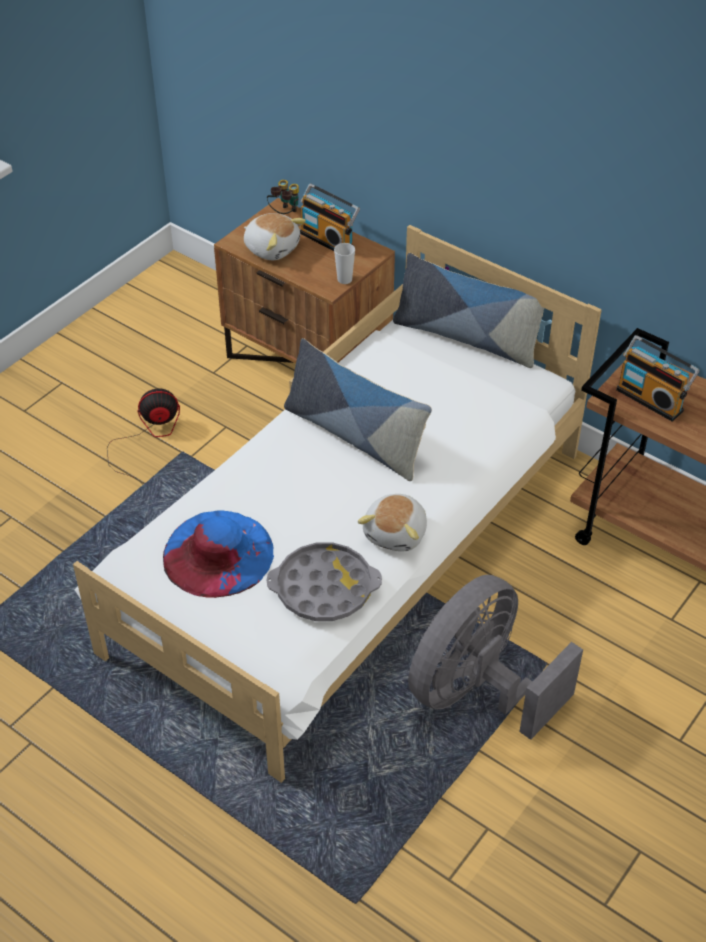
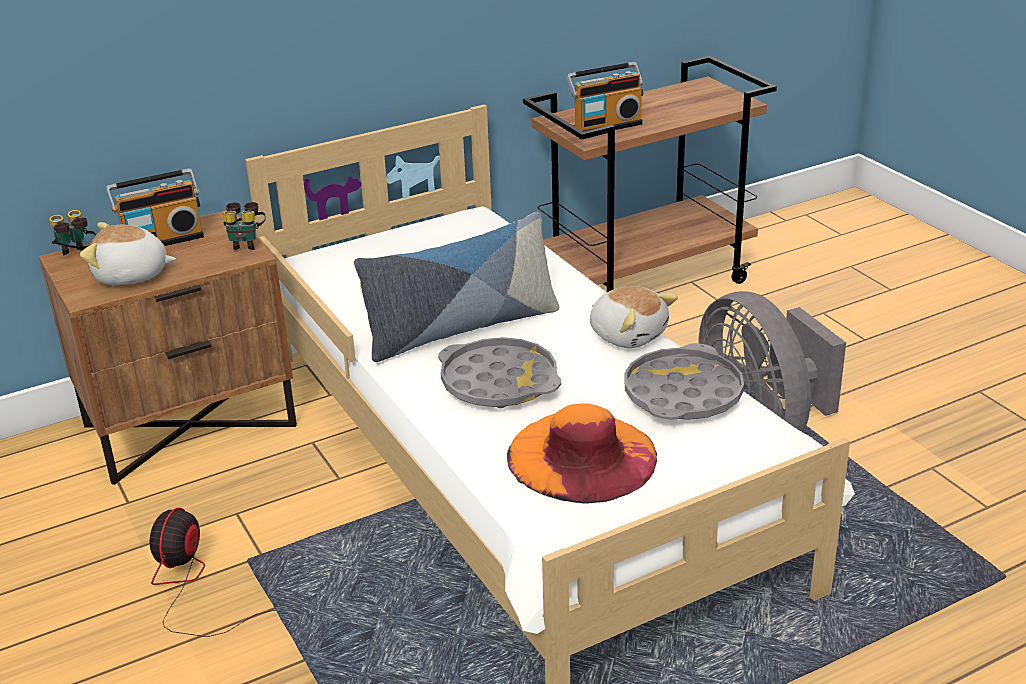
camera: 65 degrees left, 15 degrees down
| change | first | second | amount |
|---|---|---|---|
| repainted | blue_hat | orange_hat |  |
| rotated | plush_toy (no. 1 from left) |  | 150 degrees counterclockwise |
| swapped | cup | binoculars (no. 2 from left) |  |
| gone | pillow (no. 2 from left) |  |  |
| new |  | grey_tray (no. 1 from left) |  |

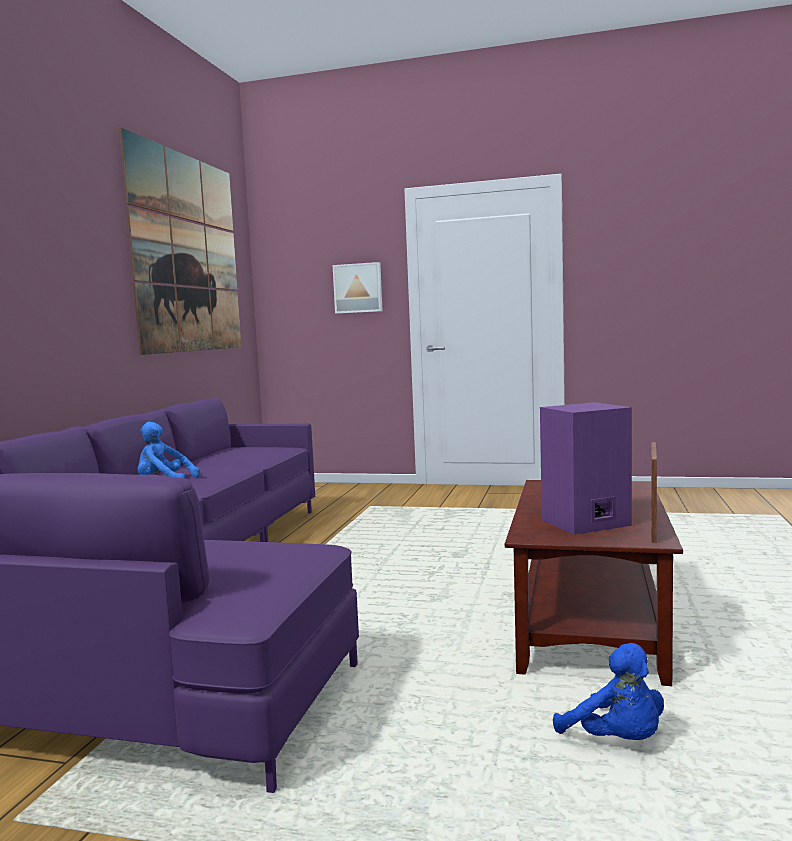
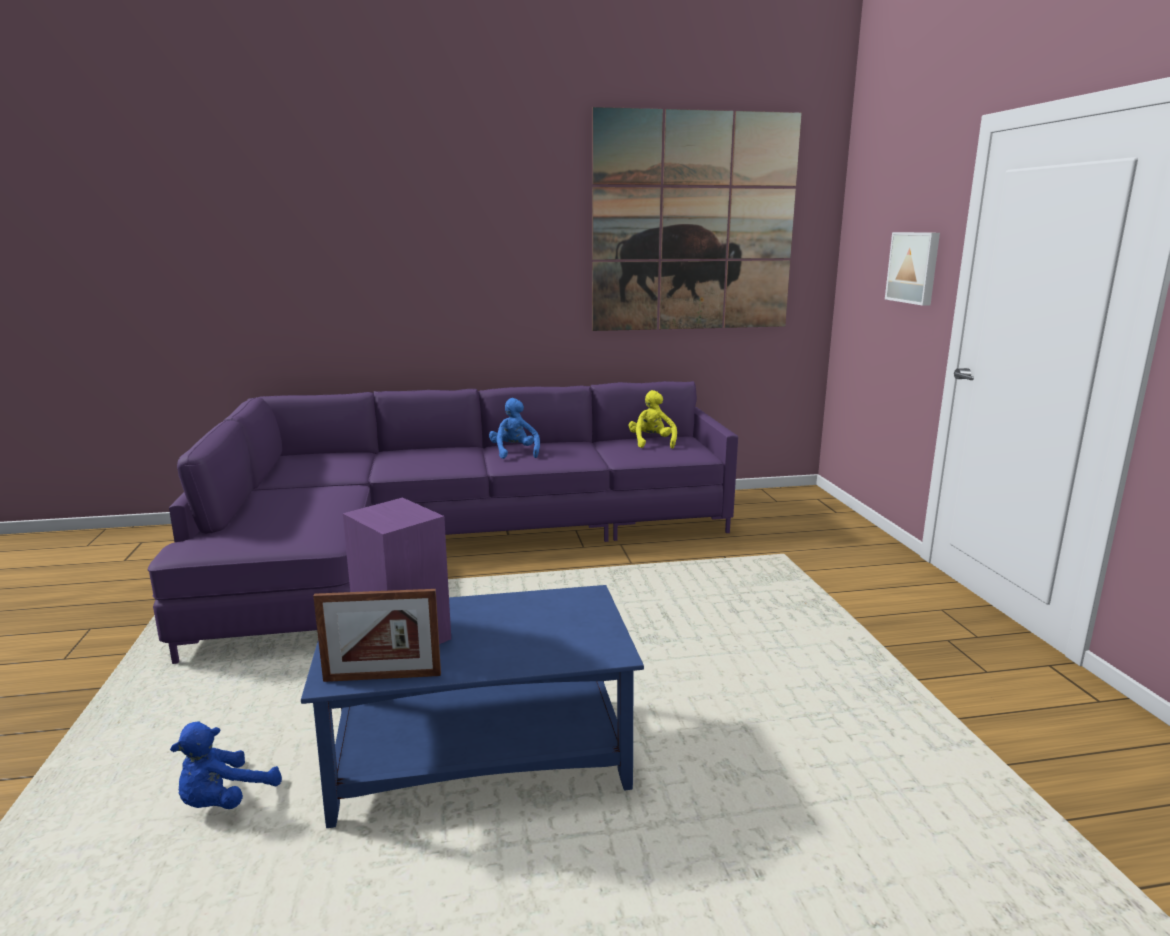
camera: 65 degrees right, 10 degrees up
| change | first | second | amount |
|---|---|---|---|
| repainted | brown_coffee_table | blue_coffee_table |  |
| new |  | yellow_plush_toy |  |

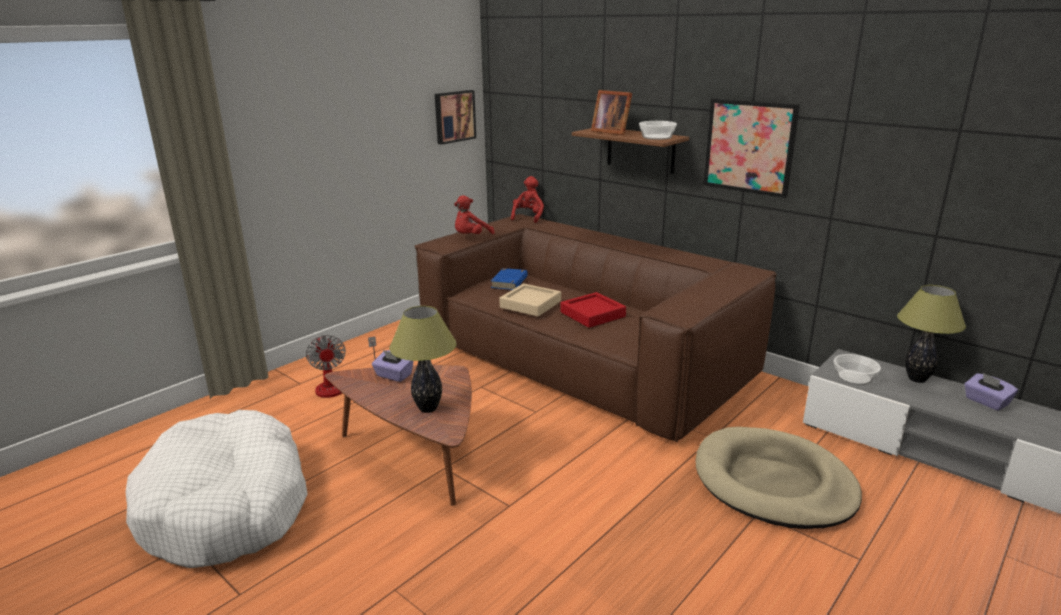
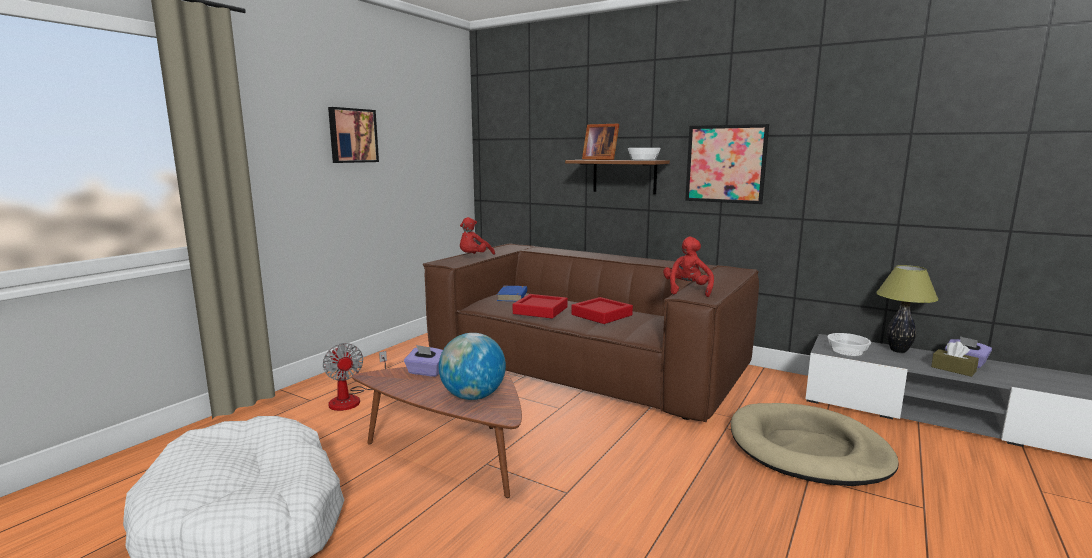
camera: 10 degrees left, 10 degrees down
| change | first | second | amount |
|---|---|---|---|
| swapped | table_lamp (no. 1 from left) | globe |  |
| shifted | picture (no. 1 from left) |  |  |
| repainted | beige_tray | red_tray (no. 1 from left) |  |
| shifted | red_plush_toy (no. 2 from left) |  |  |
| new |  | brown_tissue_box |  |

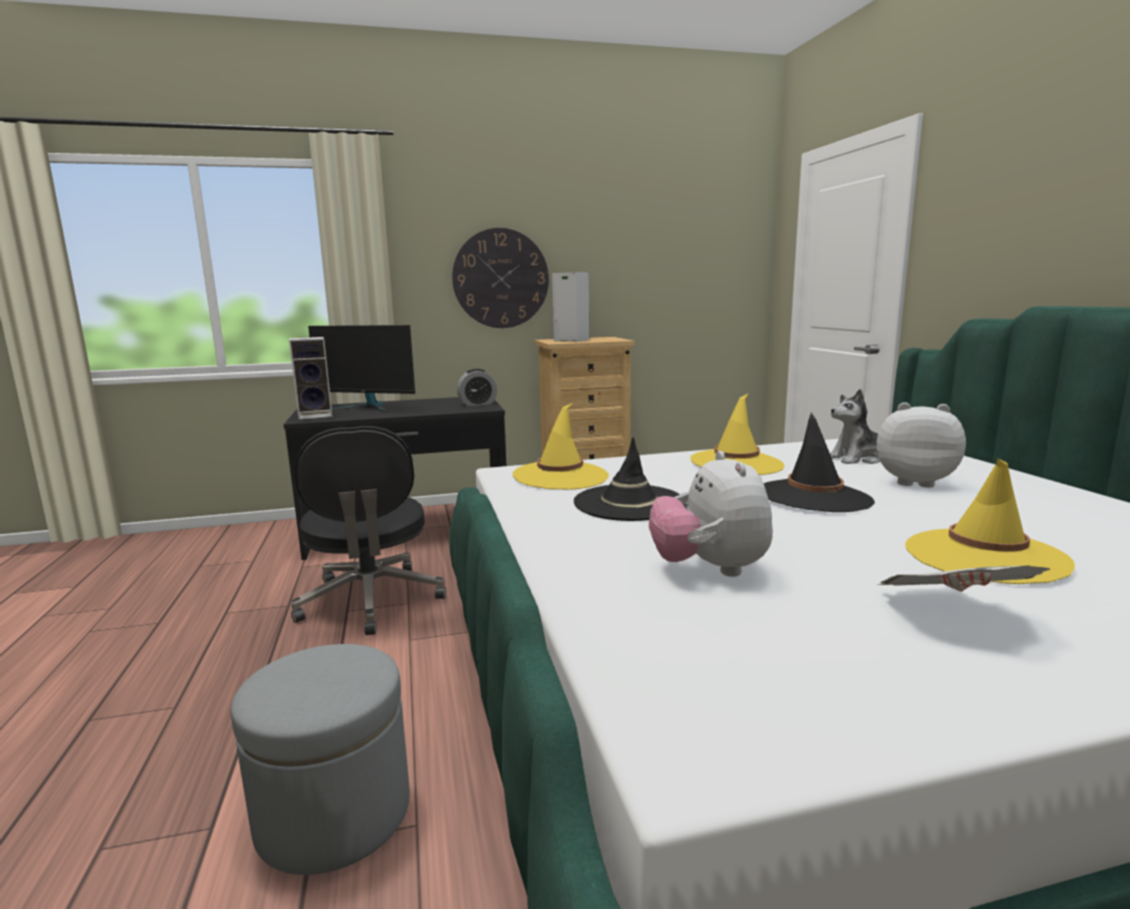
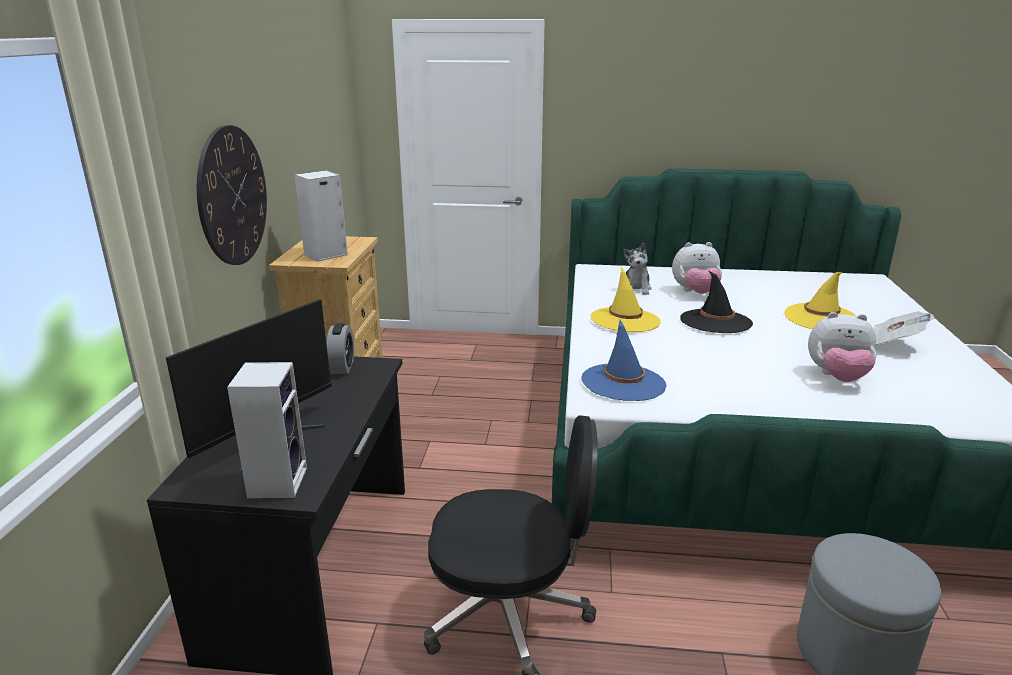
camera: 70 degrees left, 10 degrees up
| change | first | second | amount |
|---|---|---|---|
| repainted | yellow_hat (no. 1 from left) | blue_hat |  |
| gone | black_hat (no. 1 from left) |  |  |
| rotated | plush_toy (no. 3 from left in the first image) | plush_toy (no. 2 from left) | 135 degrees counterclockwise |

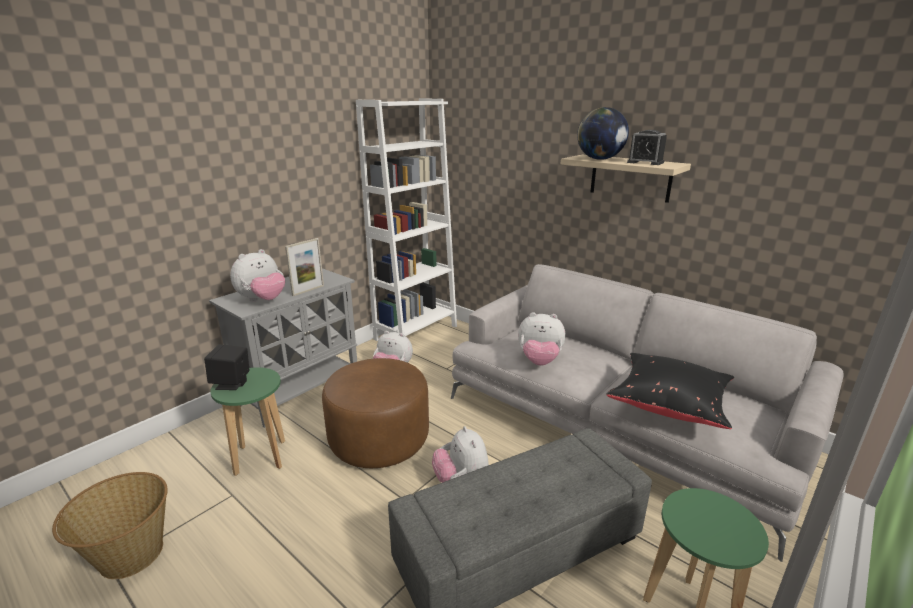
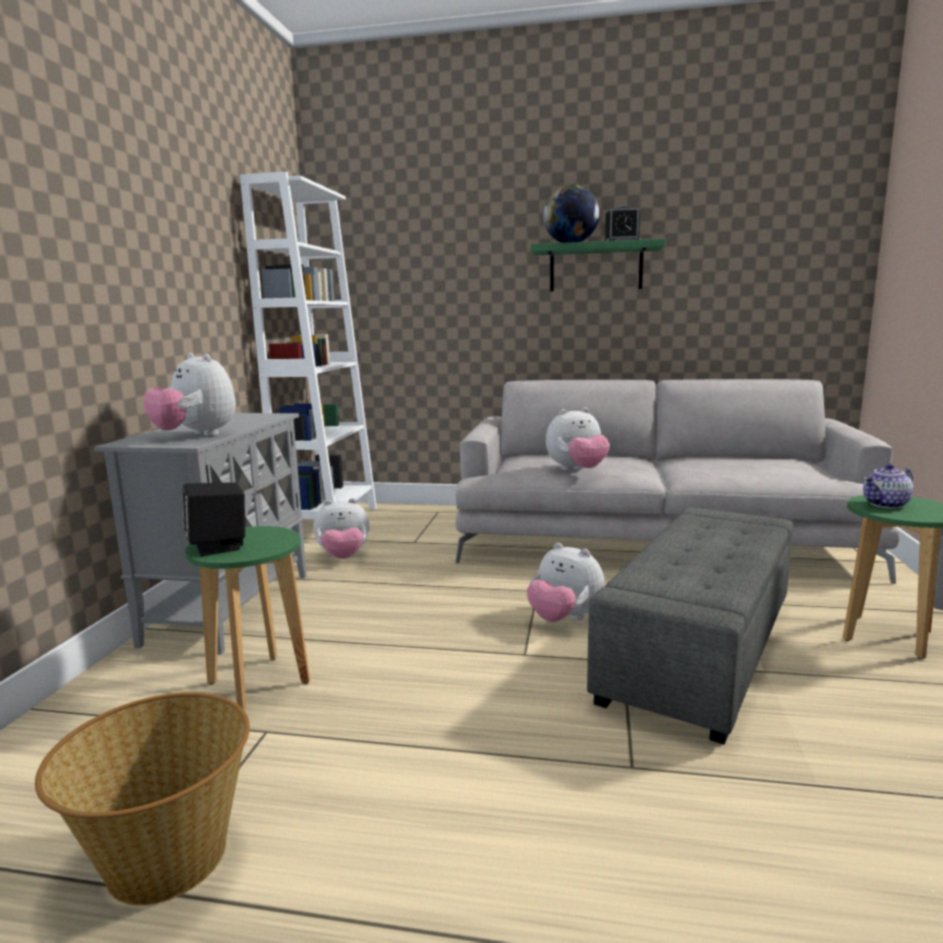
camera: 30 degrees left, 10 degrees down
| change | first | second | amount |
|---|---|---|---|
| rotated | plush_toy (no. 1 from left) |  | 120 degrees clockwise |
| gone | picture_frame |  |  |
| gone | brown_ottoman |  |  |
| repainted | beige_shelf | green_shelf |  |
| gone | black_pillow |  |  |
| new |  | teapot |  |

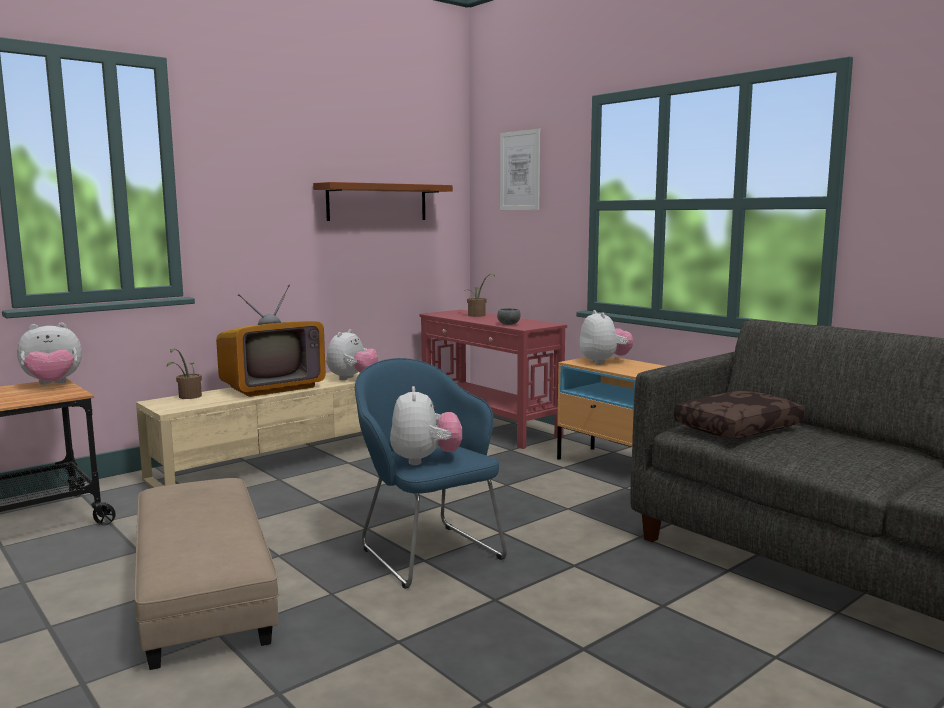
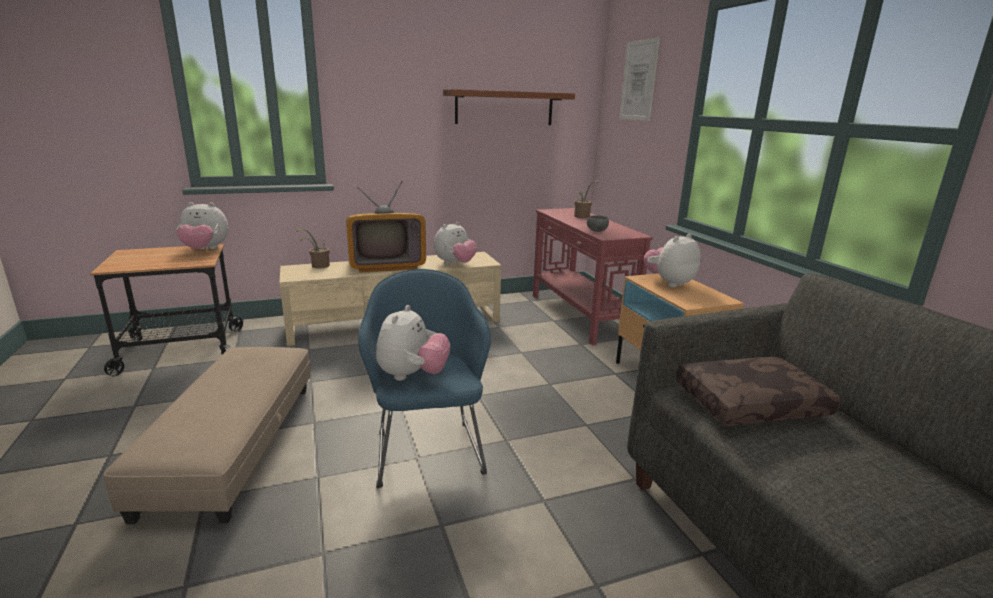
camera: 20 degrees right, 10 degrees up
| change | first | second | amount |
|---|---|---|---|
| rotated | plush_toy (no. 4 from left) |  | 135 degrees counterclockwise |

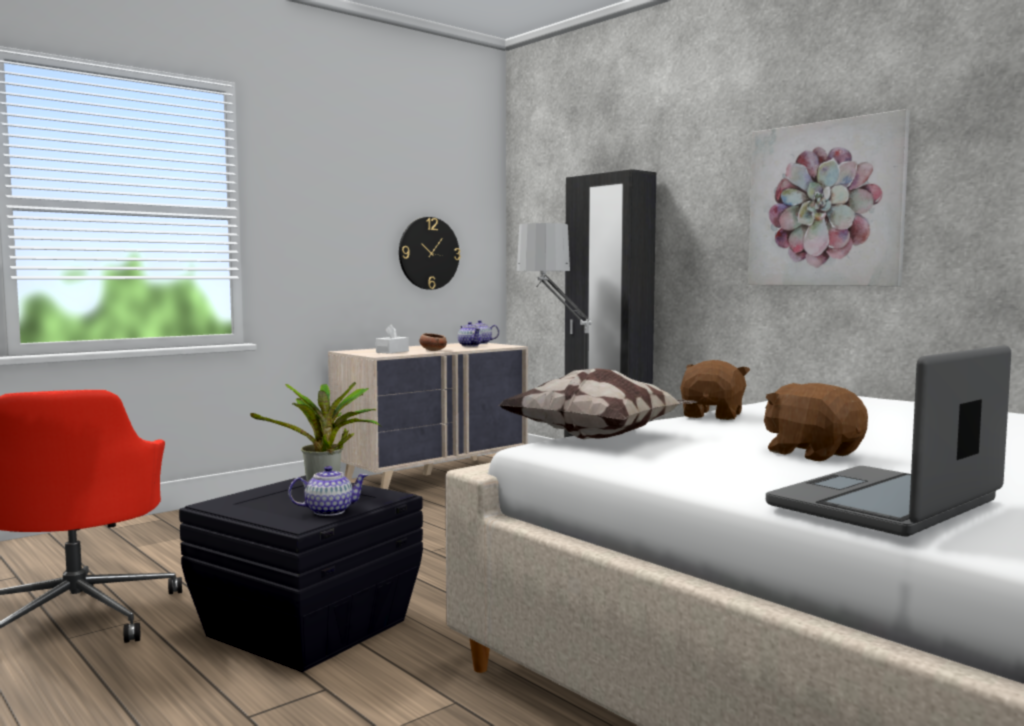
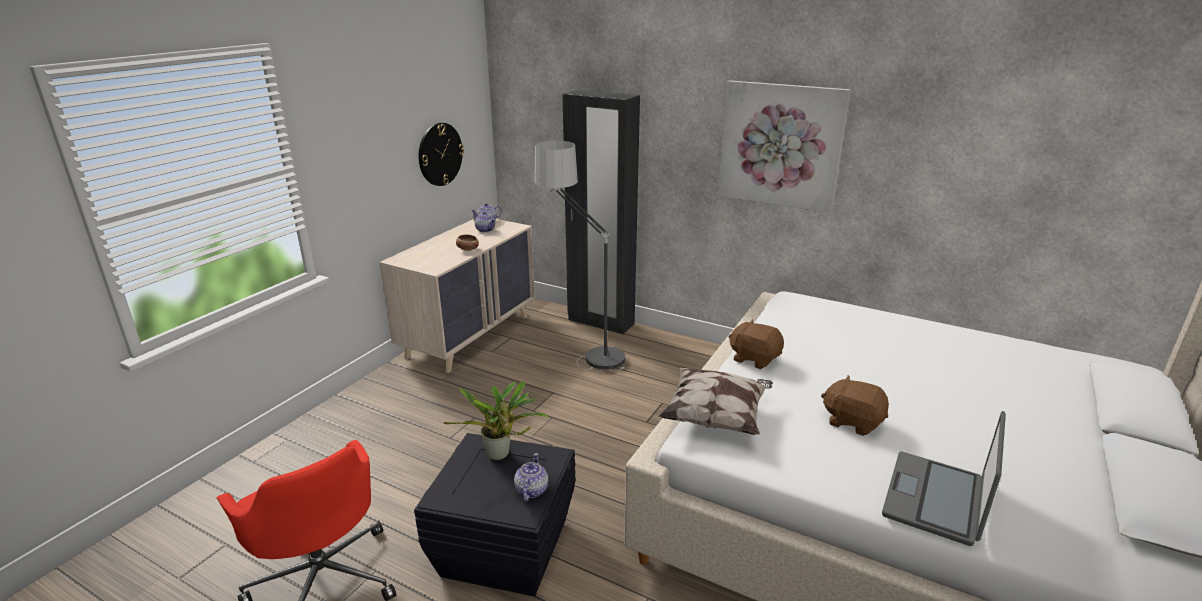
camera: 20 degrees left, 20 degrees up
| change | first | second | amount |
|---|---|---|---|
| rotated | teapot (no. 1 from left in the first image) | teapot (no. 3 from left) | 45 degrees counterclockwise |
| gone | white_tissue_box |  |  |
| rotated | brown_plush_toy (no. 1 from left) |  | 60 degrees counterclockwise |

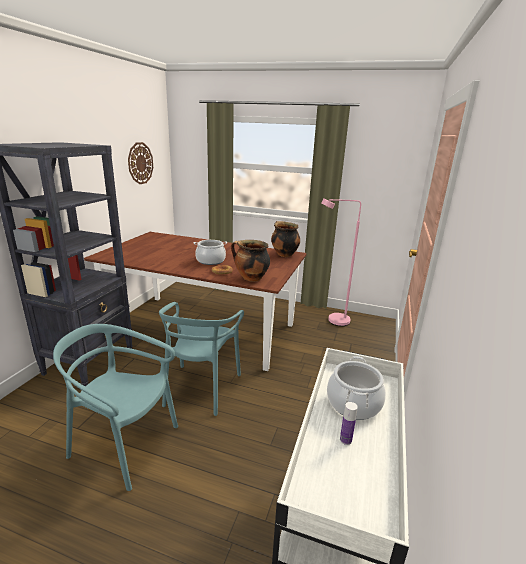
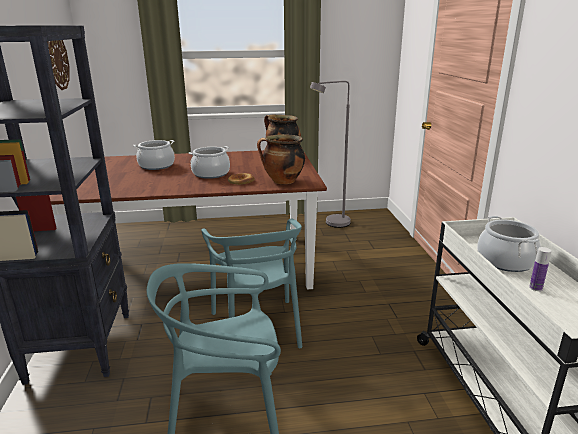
camera: 25 degrees left, 0 degrees up
| change | first | second | amount |
|---|---|---|---|
| repainted | pink_floor_lamp | grey_floor_lamp |  |
| new |  | cooking_pot (no. 1 from left) |  |

